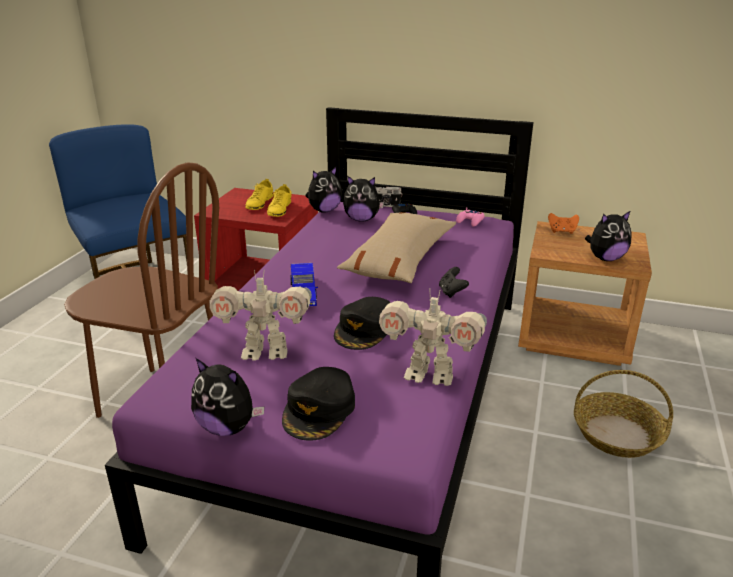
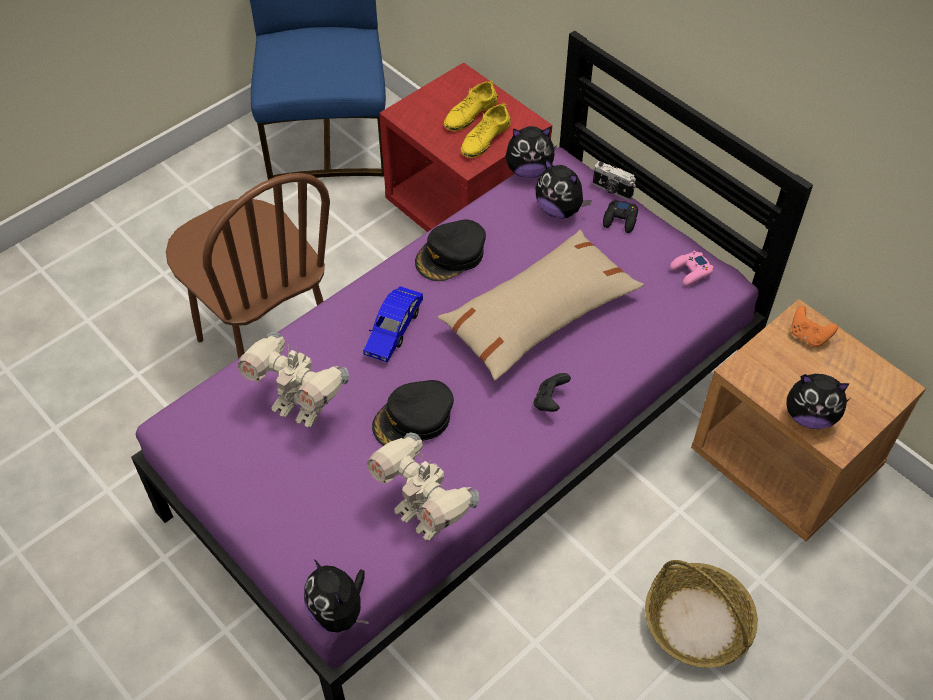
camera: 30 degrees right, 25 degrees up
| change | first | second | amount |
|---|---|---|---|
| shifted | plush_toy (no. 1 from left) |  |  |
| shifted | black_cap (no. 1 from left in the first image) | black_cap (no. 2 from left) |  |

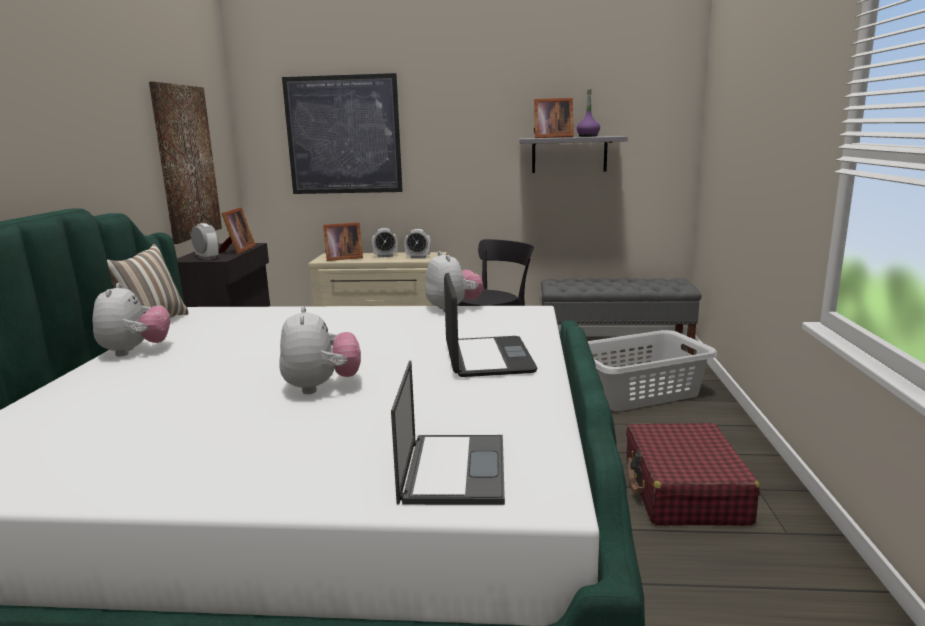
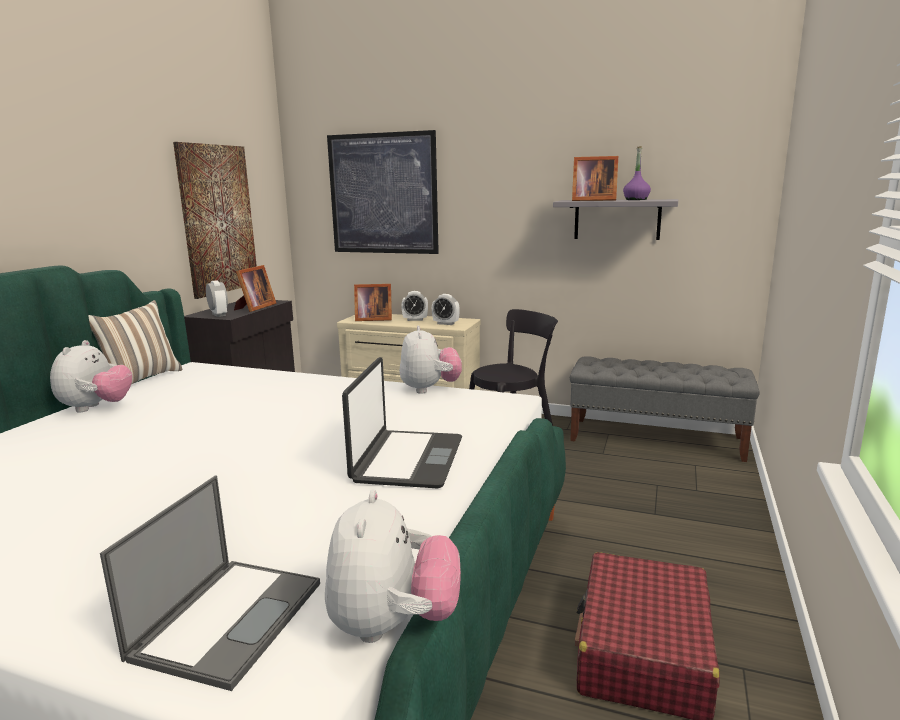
camera: 15 degrees right, 0 degrees up
| change | first | second | amount |
|---|---|---|---|
| shifted | plush_toy (no. 2 from left) |  |  |
| gone | grey_laundry_basket |  |  |

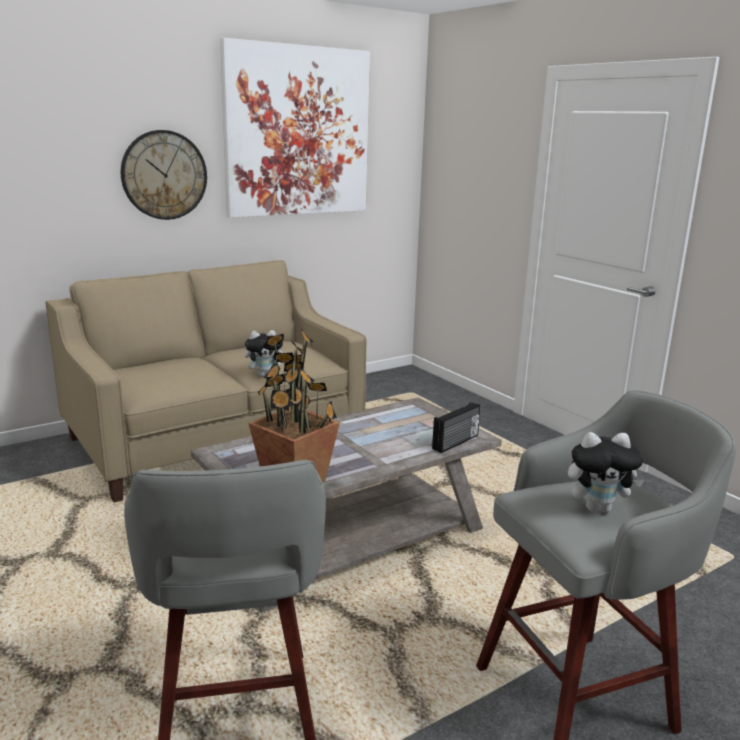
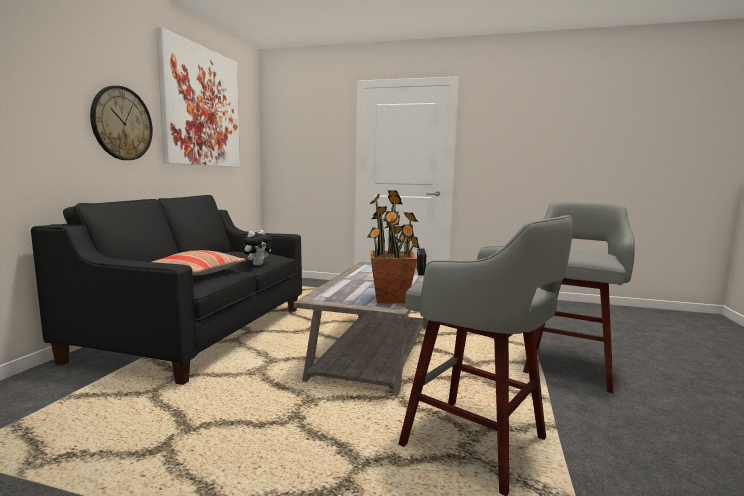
camera: 40 degrees left, 10 degrees down
| change | first | second | amount |
|---|---|---|---|
| repainted | beige_sofa | black_sofa |  |
| gone | plush_toy (no. 2 from left) |  |  |
| new |  | pillow |  |

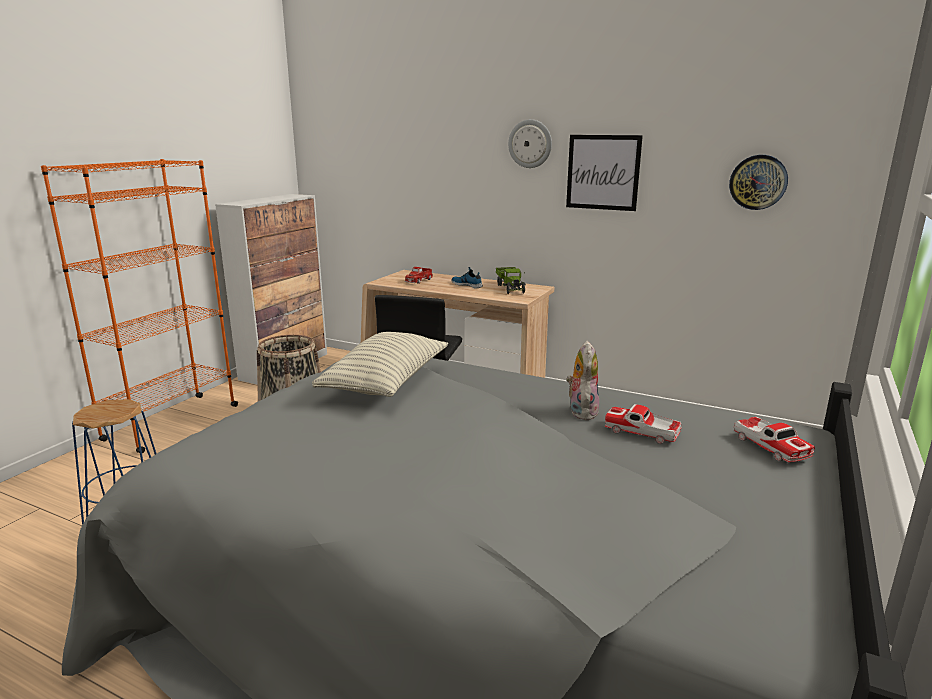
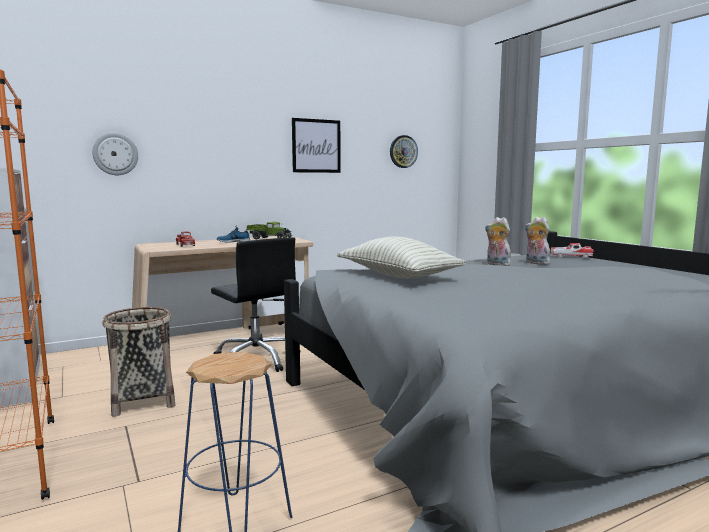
camera: 55 degrees left, 10 degrees down
| change | first | second | amount |
|---|---|---|---|
| shifted | wall_clock (no. 1 from left) |  |  |
| swapped | toy_car (no. 1 from left) | plush_toy (no. 2 from left) |  |

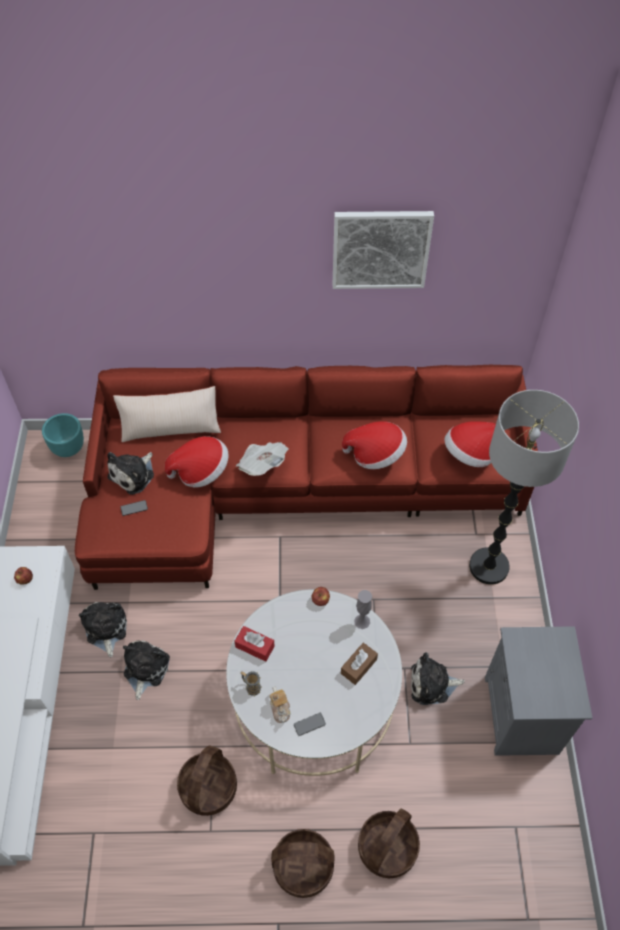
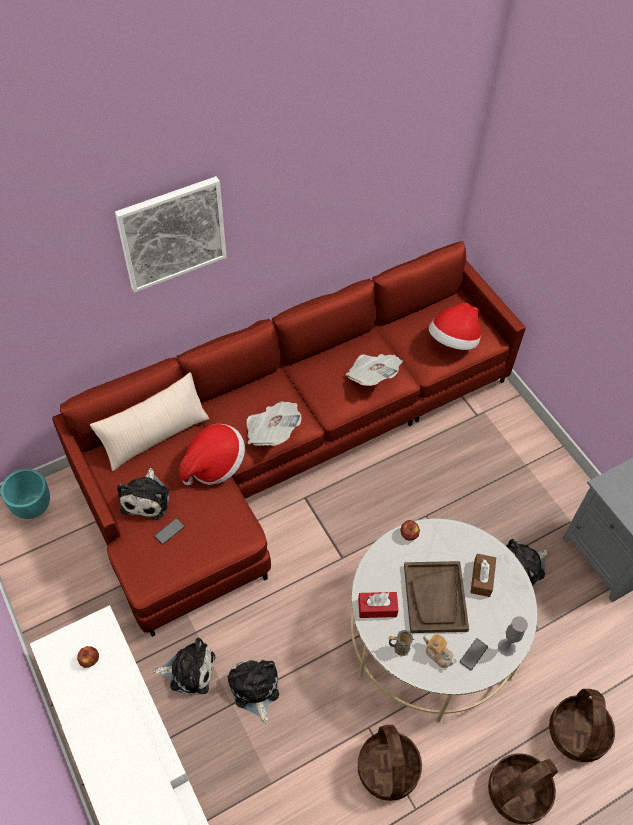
camera: 30 degrees left, 0 degrees up
| change | first | second | amount |
|---|---|---|---|
| rotated | plush_toy (no. 1 from left in the first image) | plush_toy (no. 2 from left) | 135 degrees clockwise |
| shifted | picture |  |  |
| swapped | hat (no. 2 from left) | newspaper (no. 2 from left) |  |
| shifted | grey_vase |  |  |
| gone | floor_lamp |  |  |
| new |  | brown_tray |  |

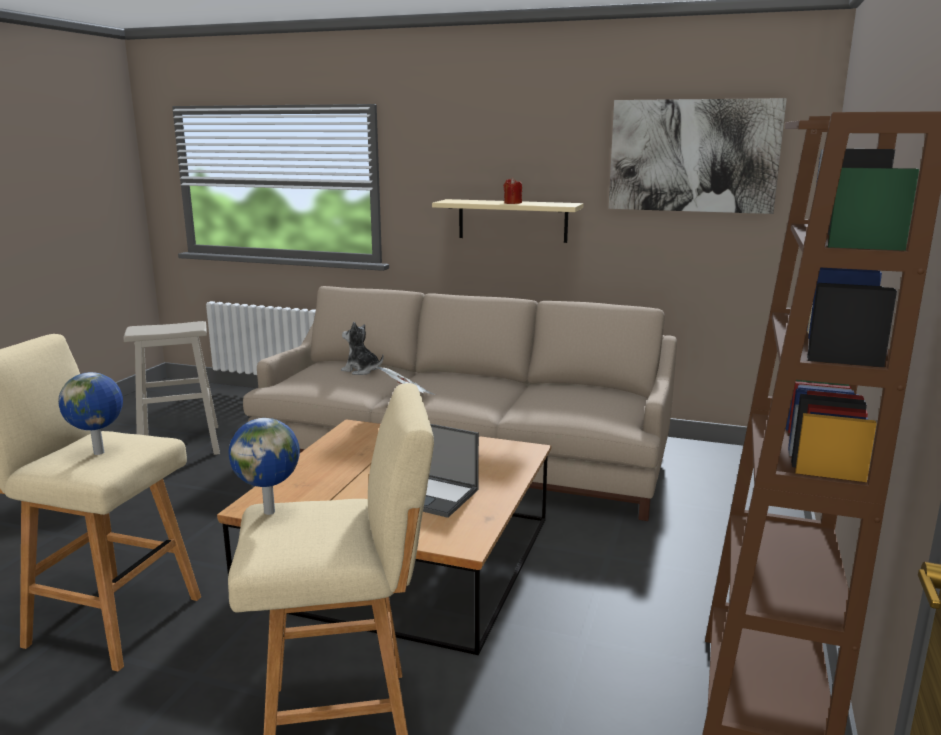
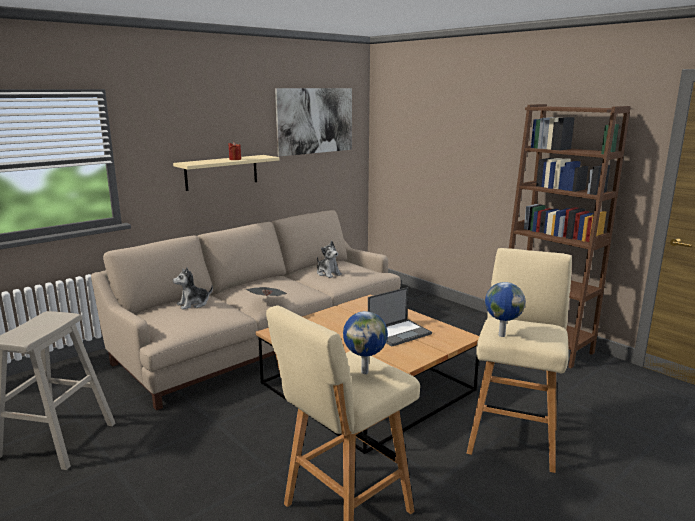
camera: 60 degrees left, 0 degrees up
| change | first | second | amount |
|---|---|---|---|
| new |  | plush_toy (no. 2 from left) |  |

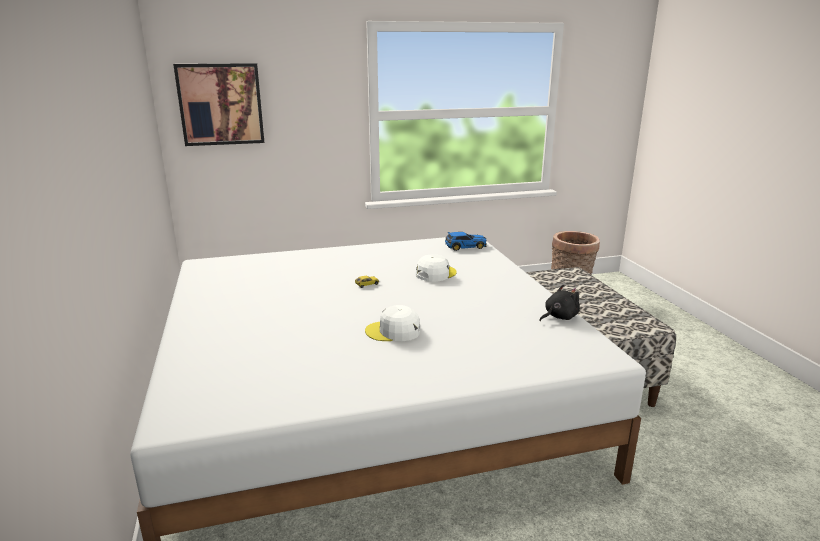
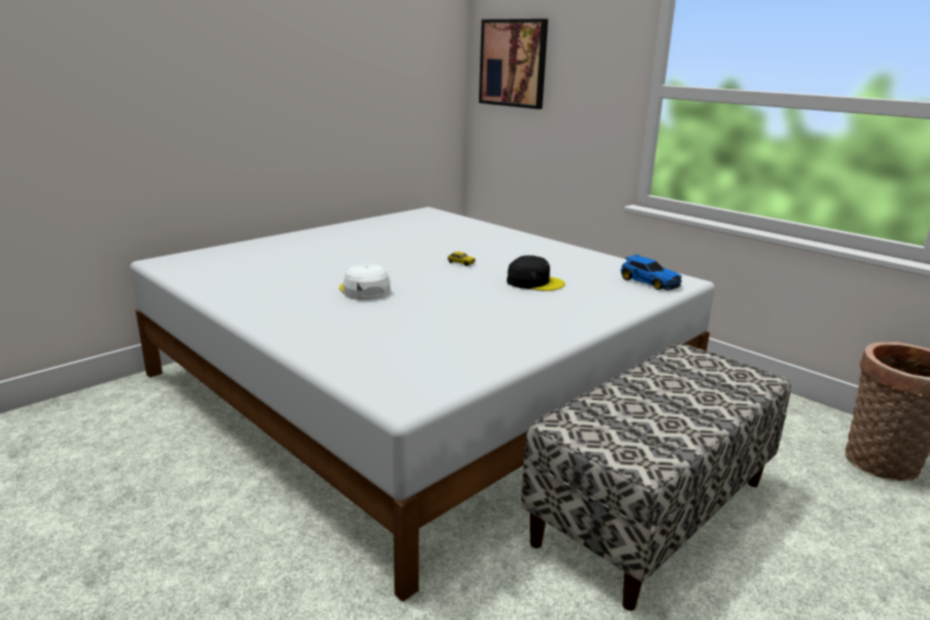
camera: 60 degrees right, 0 degrees up
| change | first | second | amount |
|---|---|---|---|
| repainted | white_cap (no. 2 from left) | black_cap |  |
| gone | black_plush_toy |  |  |

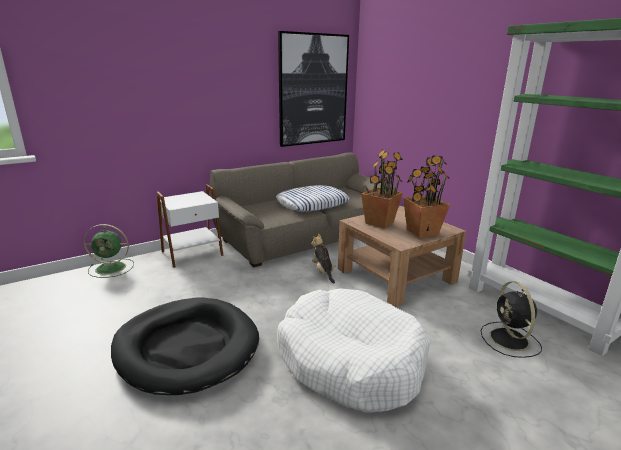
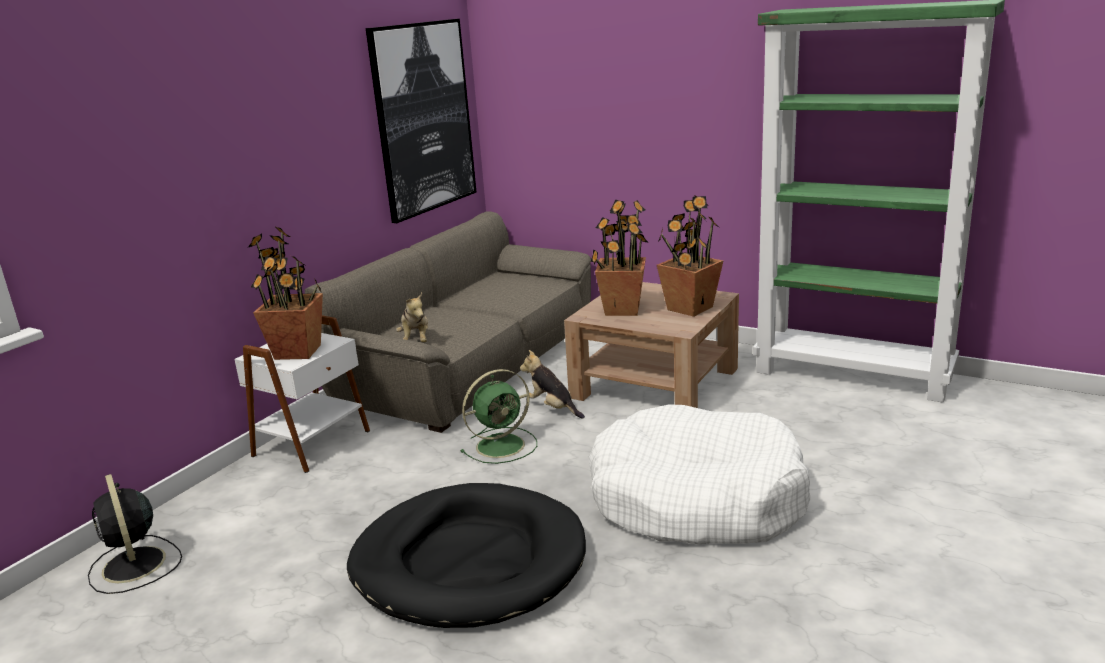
camera: 25 degrees left, 0 degrees up
| change | first | second | amount |
|---|---|---|---|
| shifted | green_fan |  |  |
| gone | pillow |  |  |
| shifted | black_fan |  |  |
| new |  | potted_plant (no. 1 from left) |  |
| new |  | plush_toy (no. 1 from left) |  |

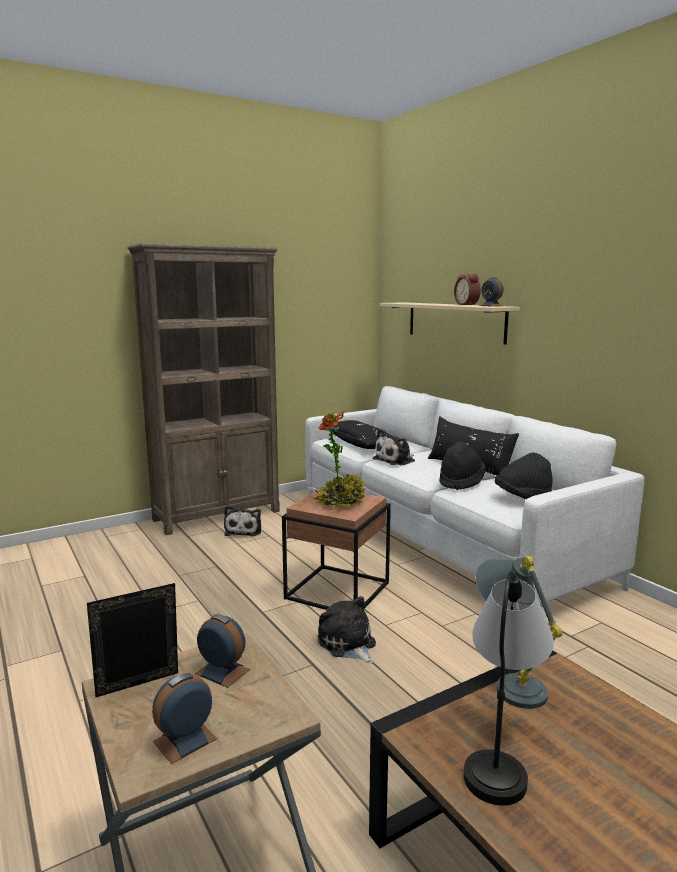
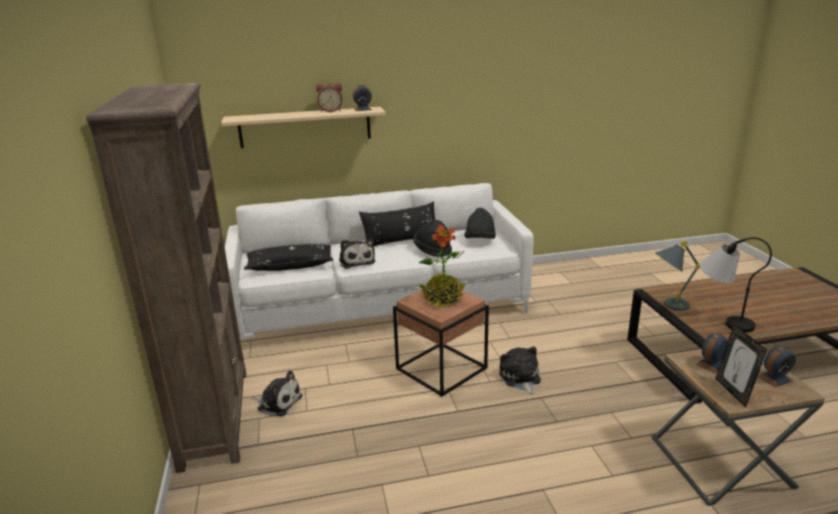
camera: 70 degrees left, 10 degrees up
| change | first | second | amount |
|---|---|---|---|
| rotated | alarm_clock (no. 1 from left in the first image) | alarm_clock (no. 4 from left) | 90 degrees counterclockwise |
| rotated | plush_toy (no. 2 from left in the first image) | plush_toy (no. 3 from left) | 90 degrees clockwise |

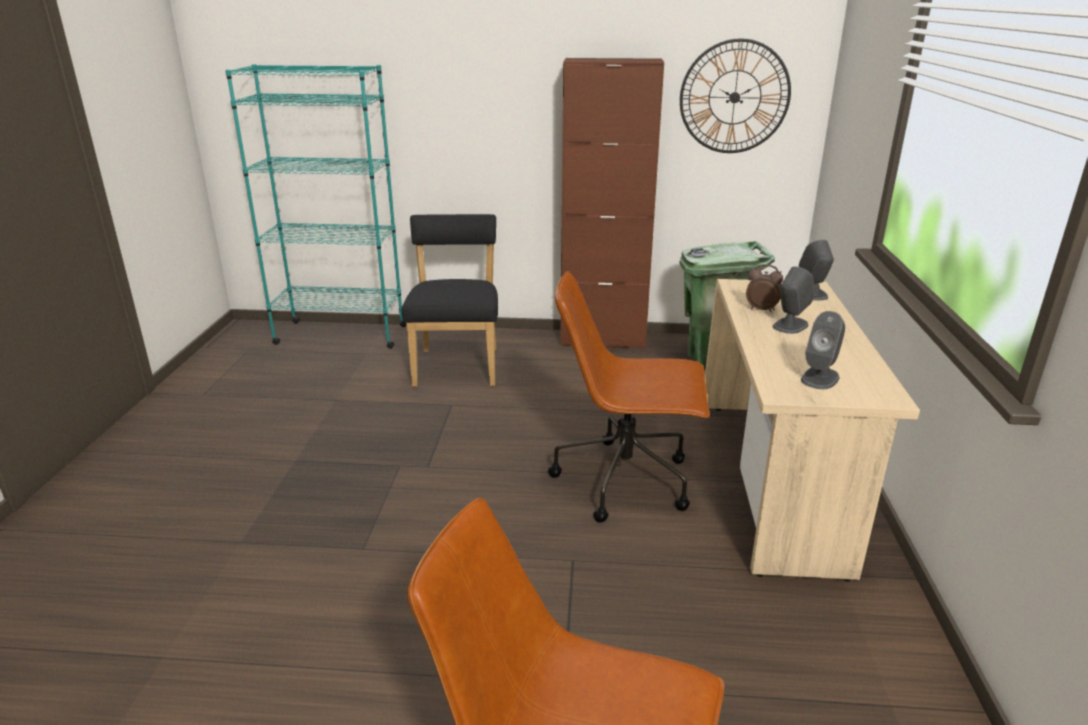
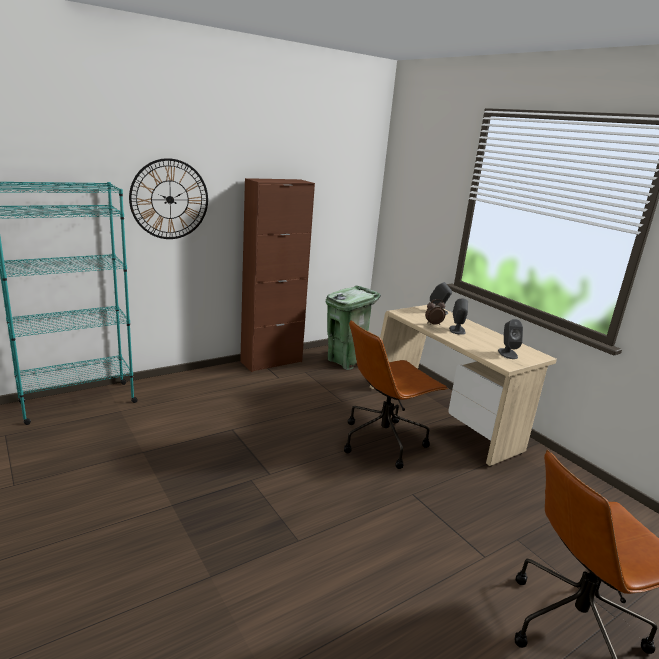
camera: 40 degrees left, 5 degrees down
| change | first | second | amount |
|---|---|---|---|
| gone | black_chair |  |  |
| shifted | wall_clock |  |  |

